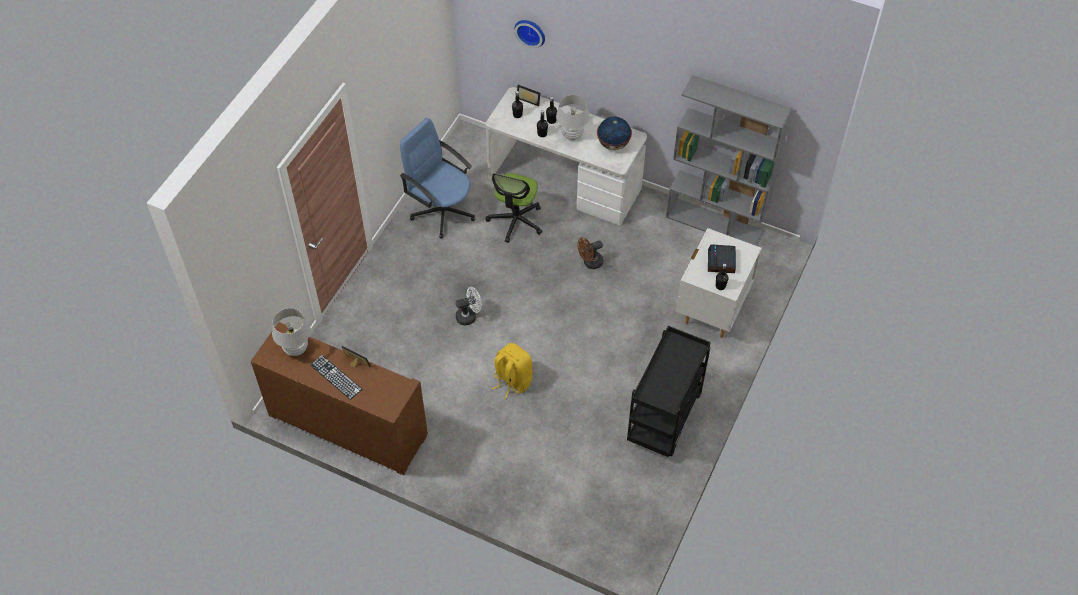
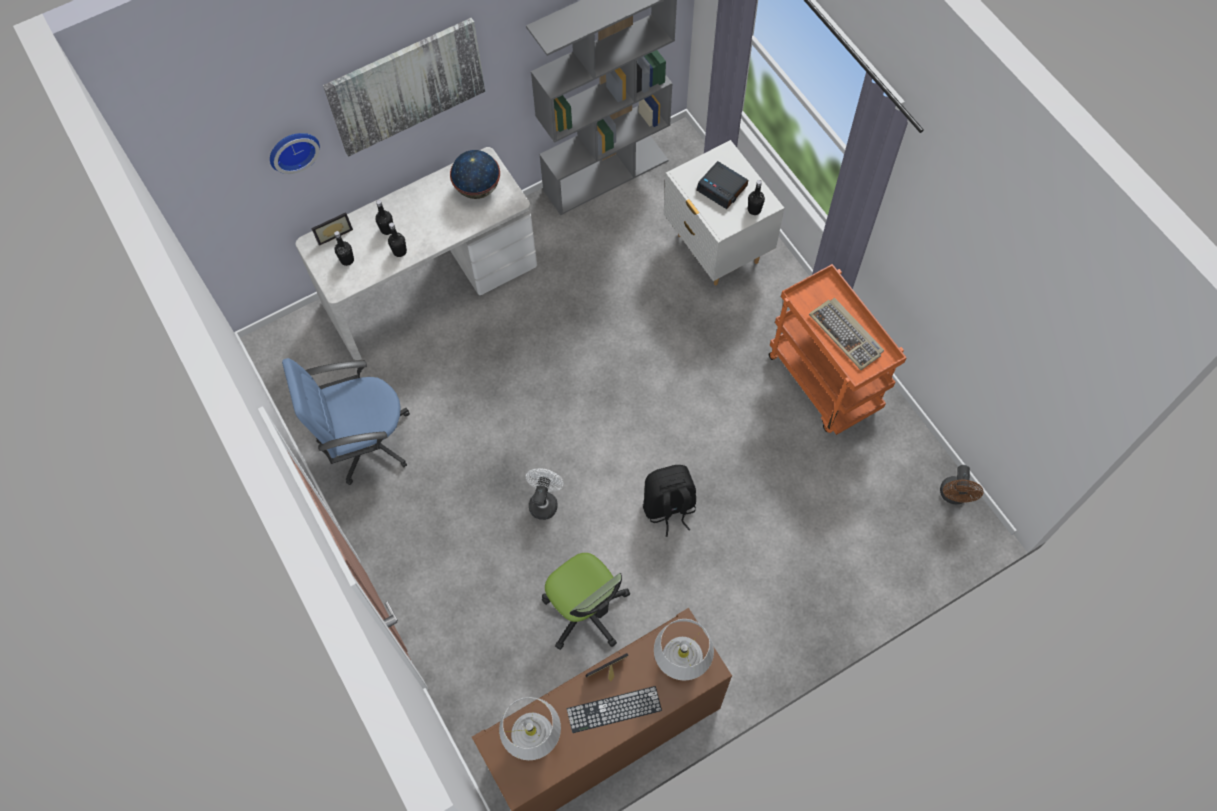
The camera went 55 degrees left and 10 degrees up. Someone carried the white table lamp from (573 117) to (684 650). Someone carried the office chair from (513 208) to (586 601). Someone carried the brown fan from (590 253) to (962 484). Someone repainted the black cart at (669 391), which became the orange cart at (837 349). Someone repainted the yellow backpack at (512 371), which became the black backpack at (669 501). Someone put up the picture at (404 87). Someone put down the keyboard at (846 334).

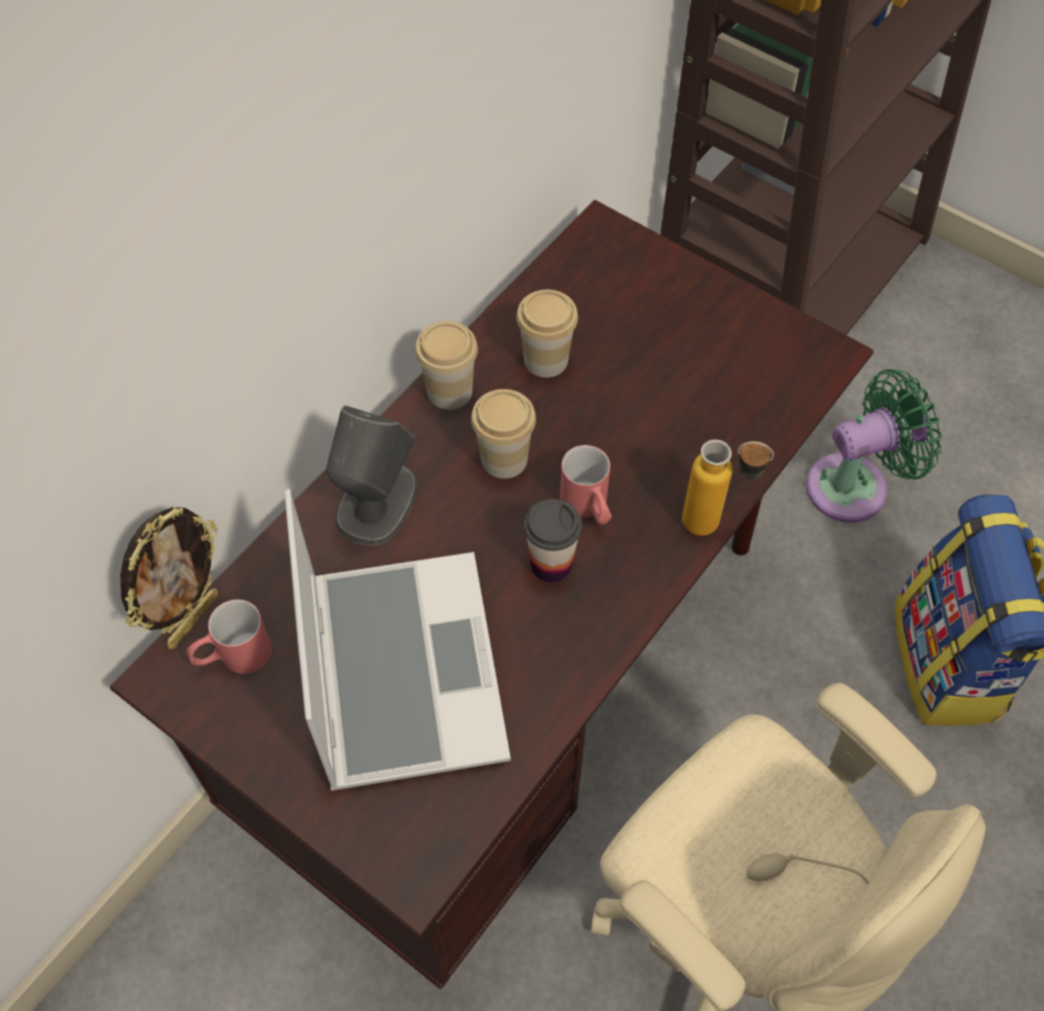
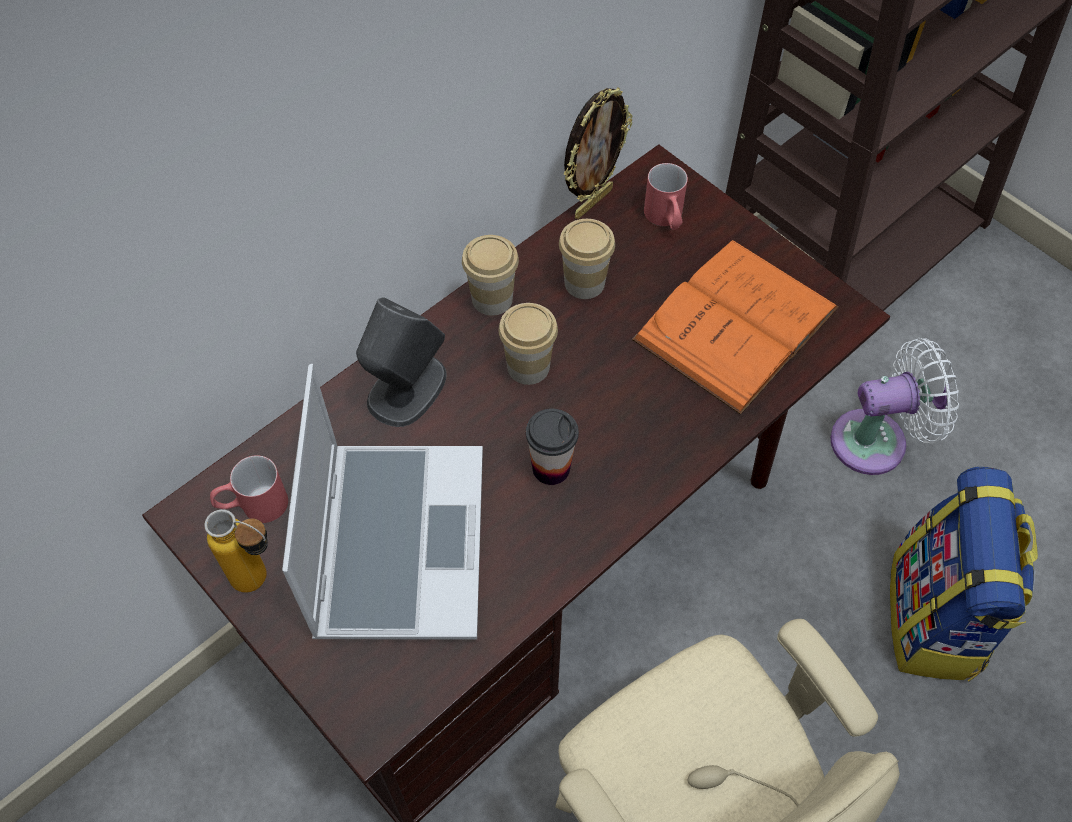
The camera went 10 degrees right and 0 degrees up. Someone repainted the green fan at (874 445), which became the white fan at (894 406). Someone carried the bottle from (728 487) to (236 551). Someone carried the red mug from (586 485) to (666 196). Someone carried the picture frame from (169 578) to (598 153). Someone put down the orange book at (735 327).

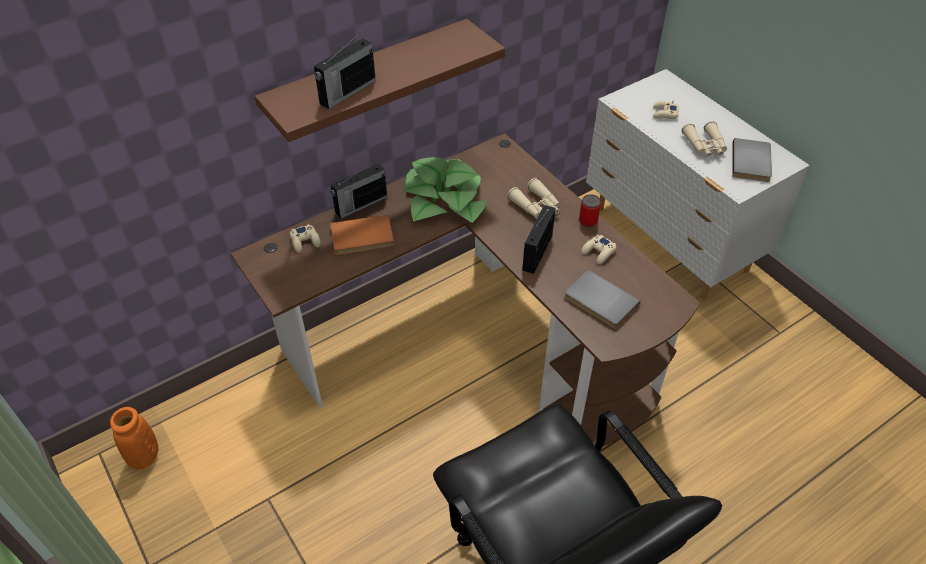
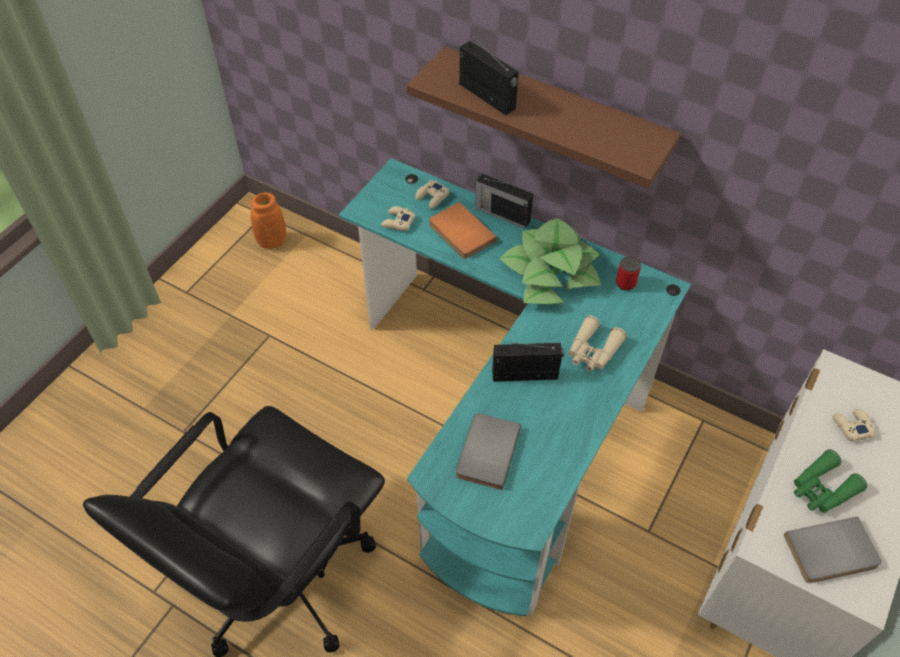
The camera went 65 degrees right and 5 degrees up. Someone rotated the radio at (345 71) by 150 degrees counterclockwise. Someone repainted the beige binoculars at (704 139), which became the green binoculars at (830 481). Someone repainted the brown desk at (465 289), which became the turquoise desk at (515 387). Someone carried the can from (590 210) to (628 273). Someone carried the beige game controller from (598 249) to (398 218).

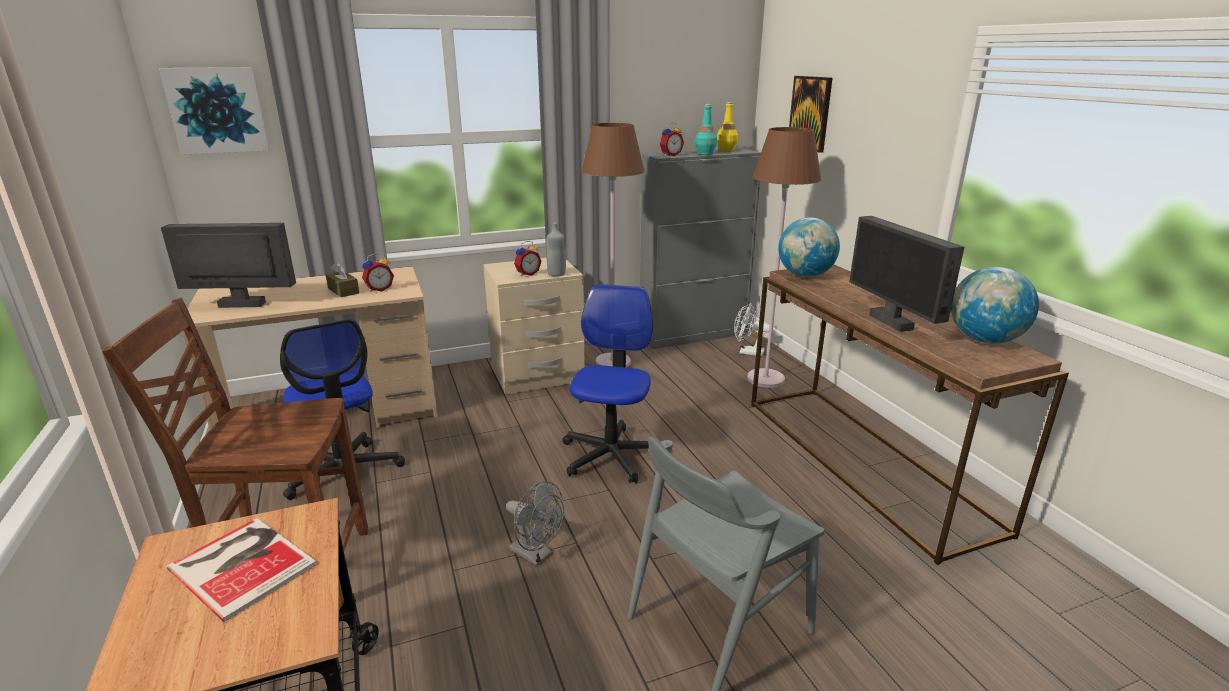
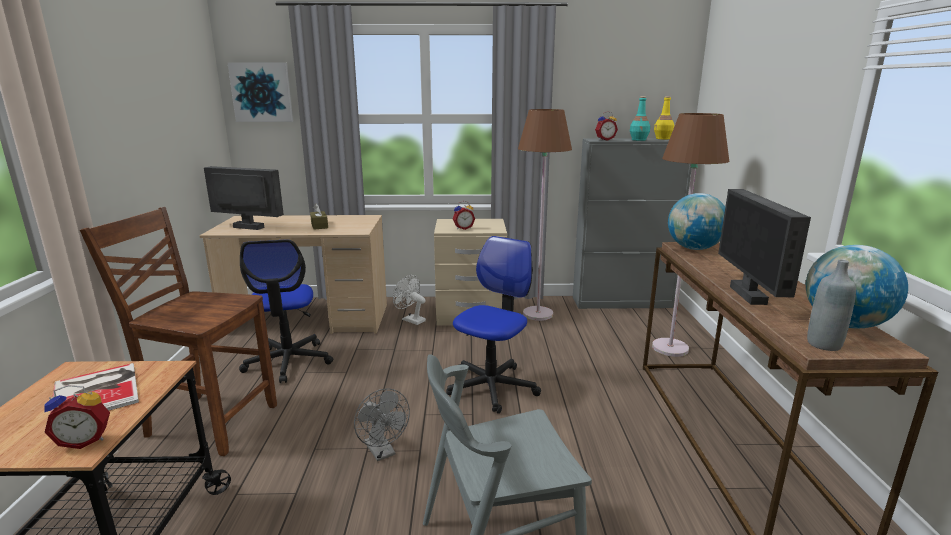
The camera went 20 degrees right and 5 degrees down. Someone took away the picture at (810 114). Someone carried the grey bottle from (556 249) to (831 305). Someone carried the alarm clock from (378 272) to (77 417). Someone carried the white fan from (751 329) to (409 300).

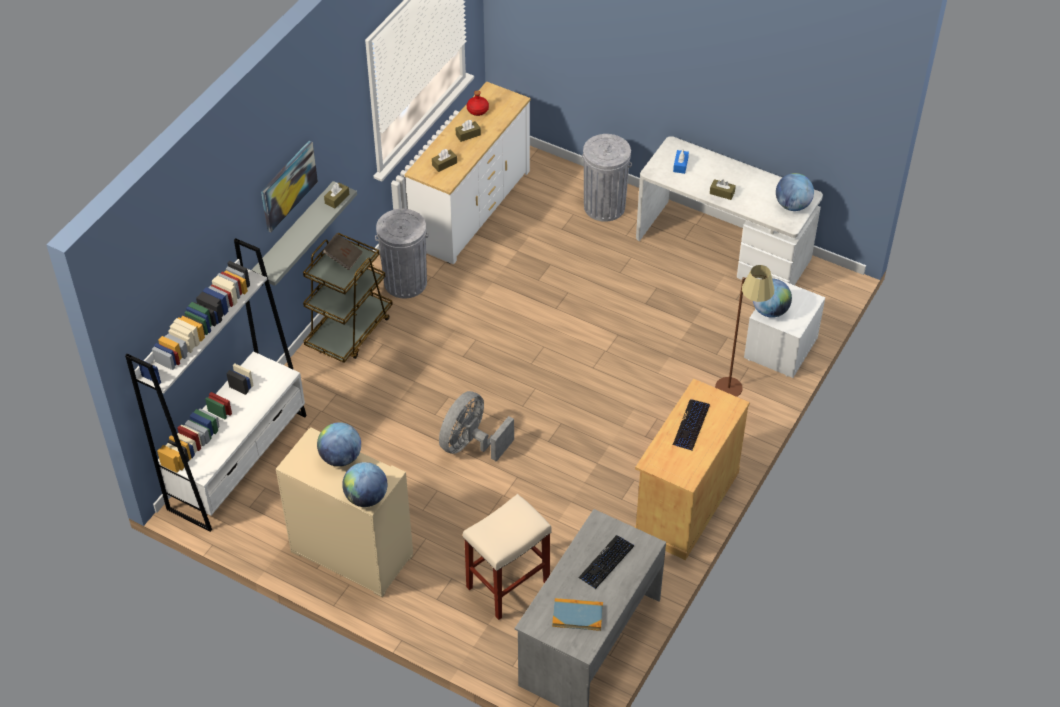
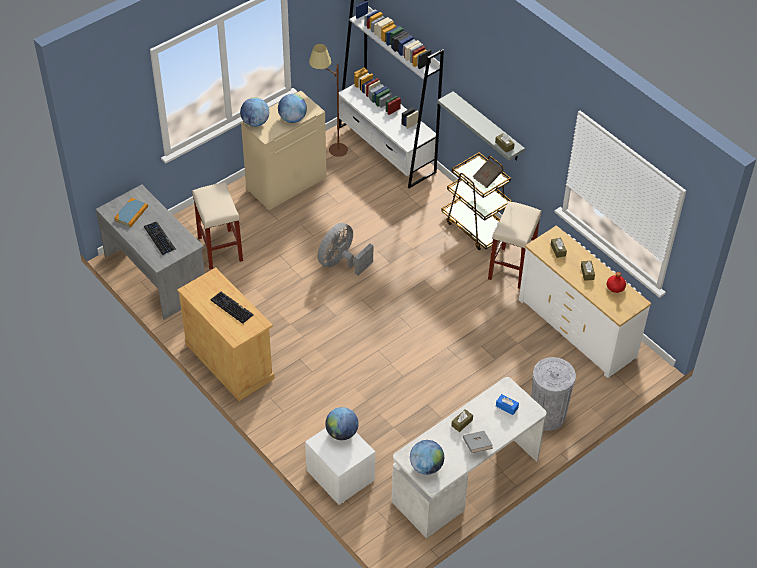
The camera went 110 degrees right and 0 degrees up. Someone took away the picture at (289 186). Someone swapped the grey trash can at (401 254) for the beige stool at (514 245). Someone carried the brown floor lamp from (744 331) to (328 100). Someone rotated the grey fan at (476 426) by 105 degrees counterclockwise. Someone put down the grey book at (478 442).

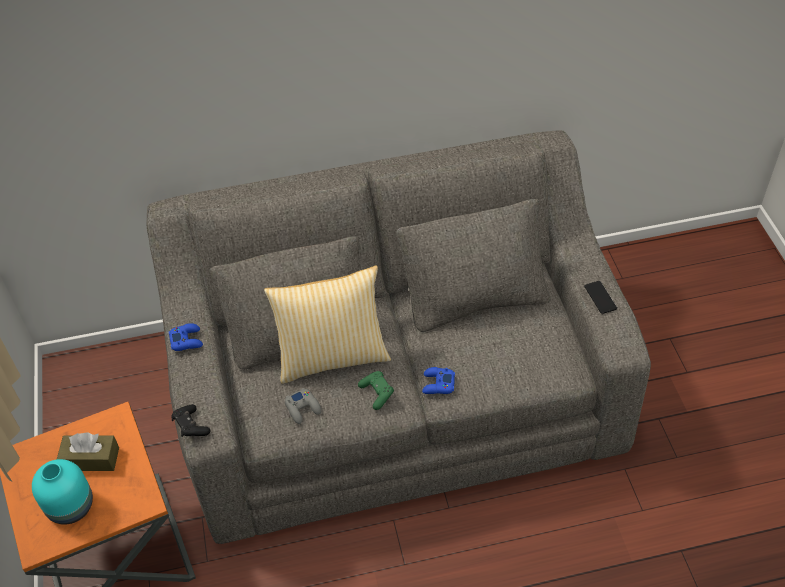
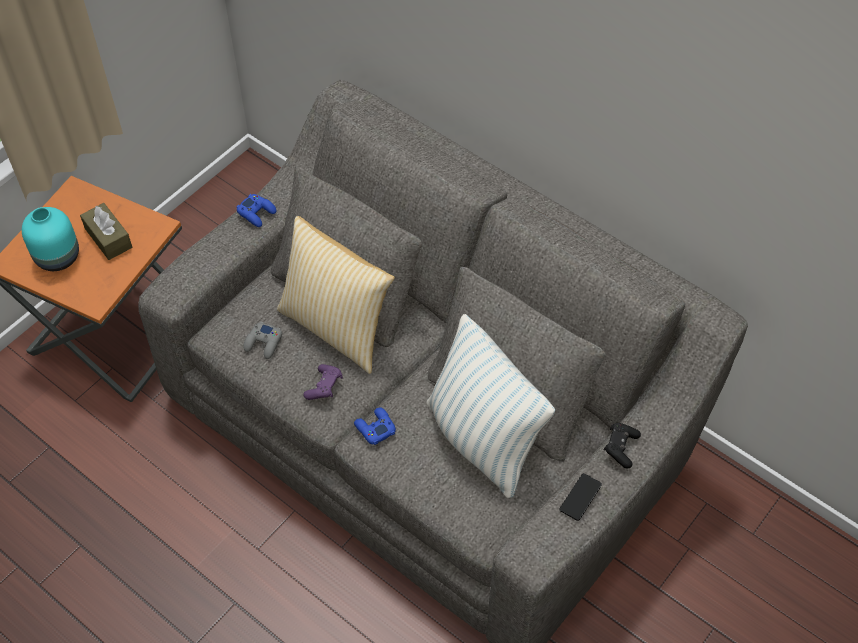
The camera went 50 degrees right and 5 degrees up. Someone repainted the green game controller at (376 390), which became the purple game controller at (323 382). Someone carried the black game controller from (191 420) to (622 445). Someone put down the pillow at (490 406).

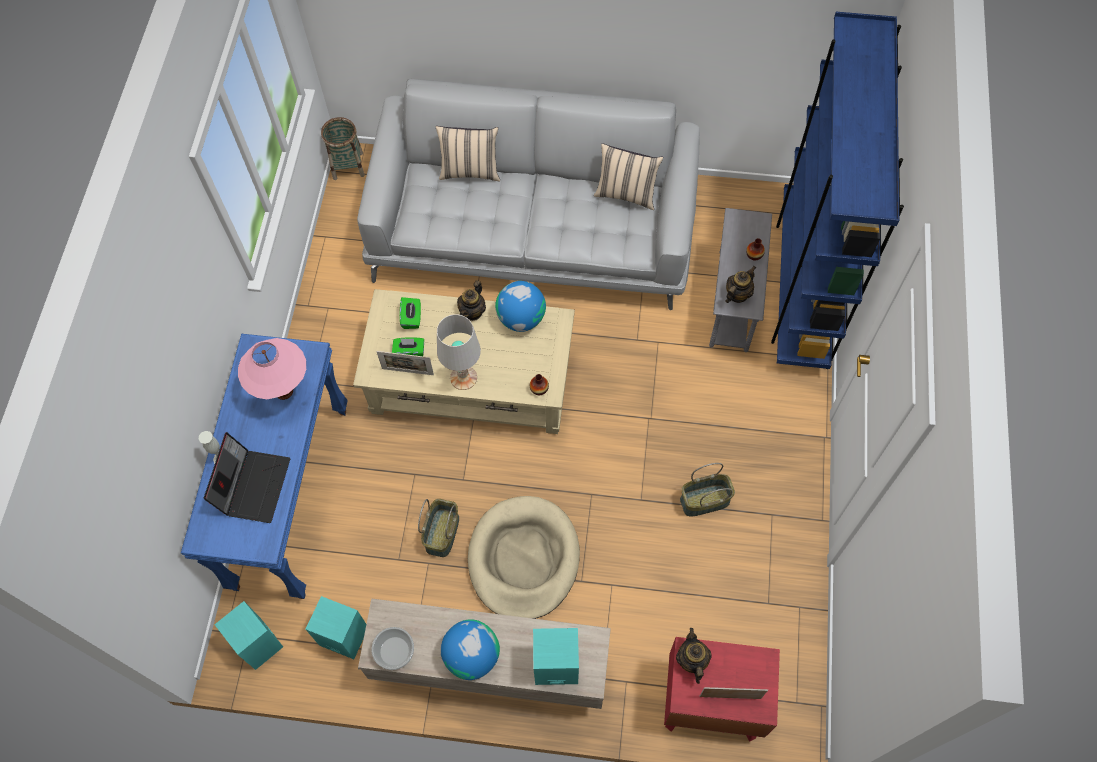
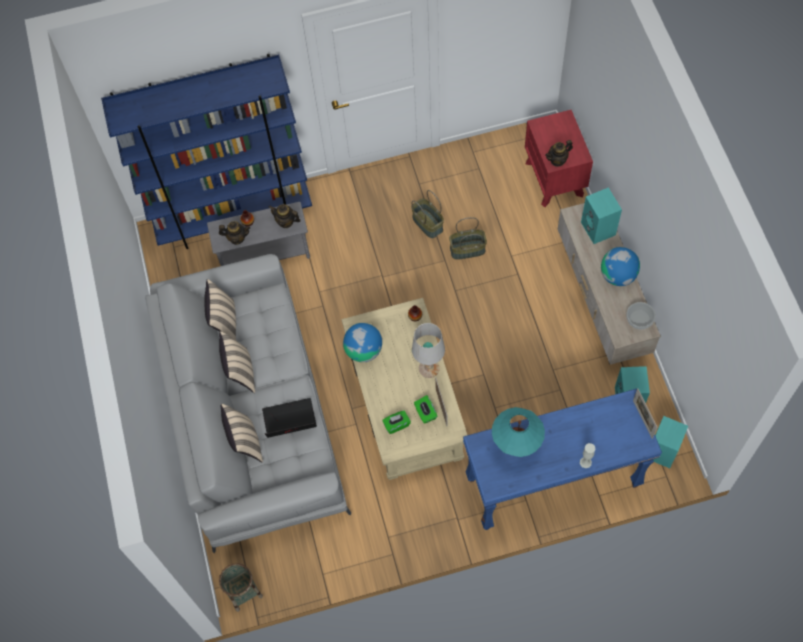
The camera went 110 degrees left and 0 degrees up. Someone carried the teapot from (471 300) to (234 233). Someone repainted the pink table lamp at (272 369), which became the turquoise table lamp at (518 432). Someone carried the laptop from (247 477) to (289 418). Someone took away the beige dog bed at (524 557). Someone carried the basket from (438 528) to (468 238). Someone carried the picture frame from (734 693) to (645 413). Someone put down the beige pillow at (237 362).

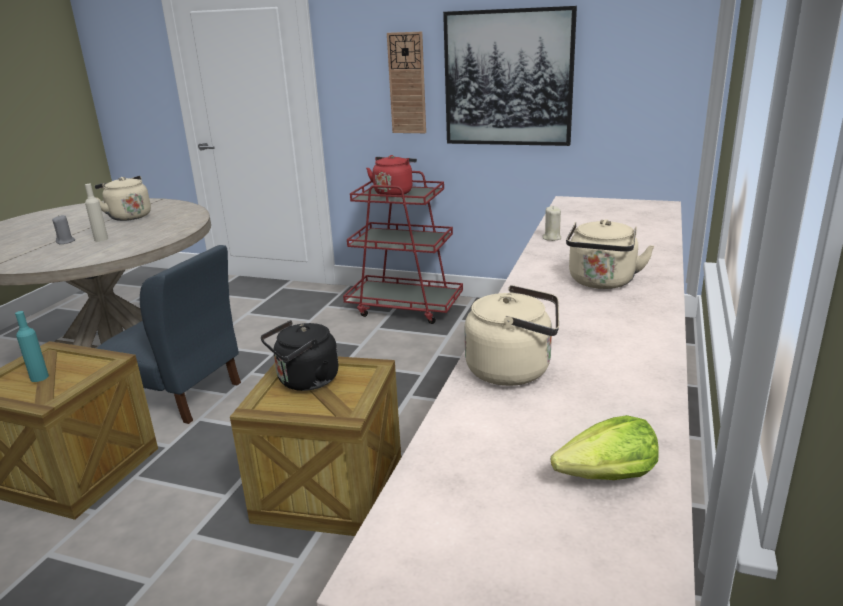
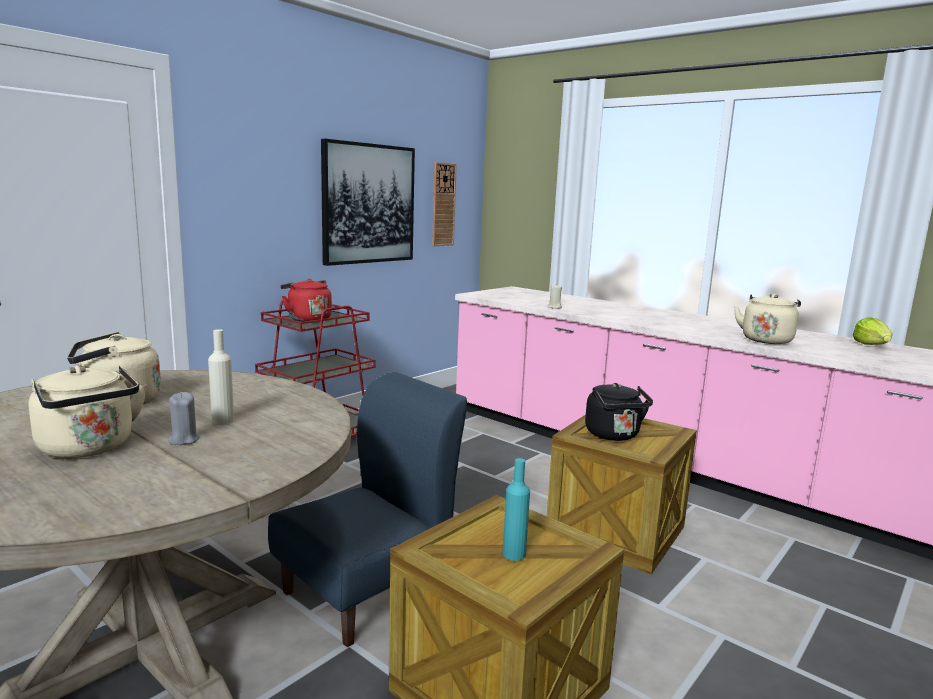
The camera went 70 degrees left and 10 degrees down. Someone carried the wall clock from (406 82) to (444 204). Someone carried the beige kettle from (610 254) to (87 412).

